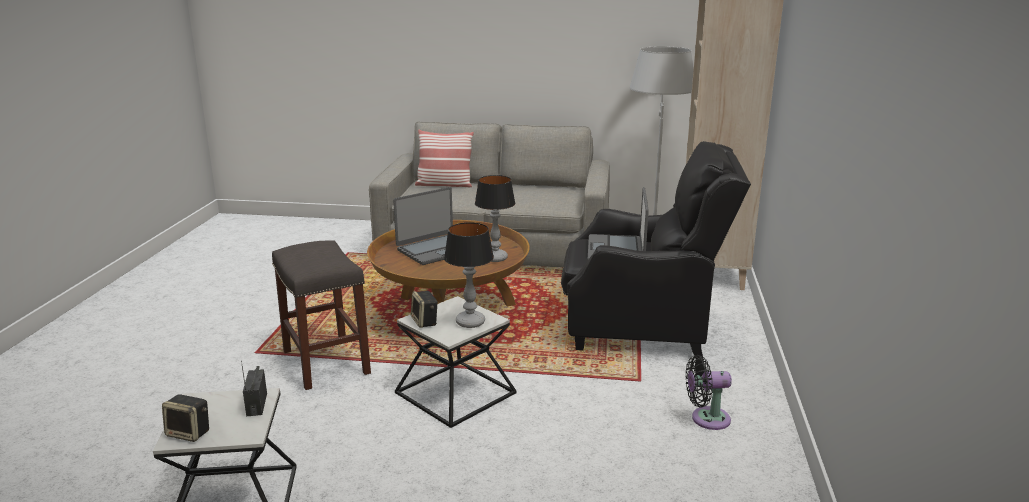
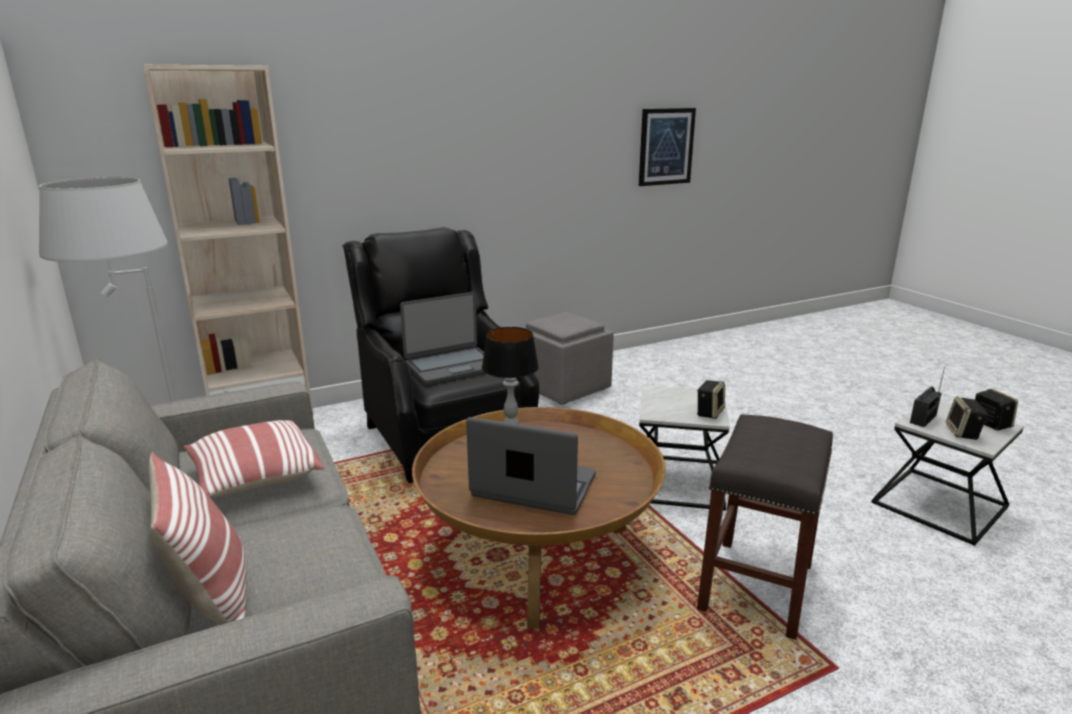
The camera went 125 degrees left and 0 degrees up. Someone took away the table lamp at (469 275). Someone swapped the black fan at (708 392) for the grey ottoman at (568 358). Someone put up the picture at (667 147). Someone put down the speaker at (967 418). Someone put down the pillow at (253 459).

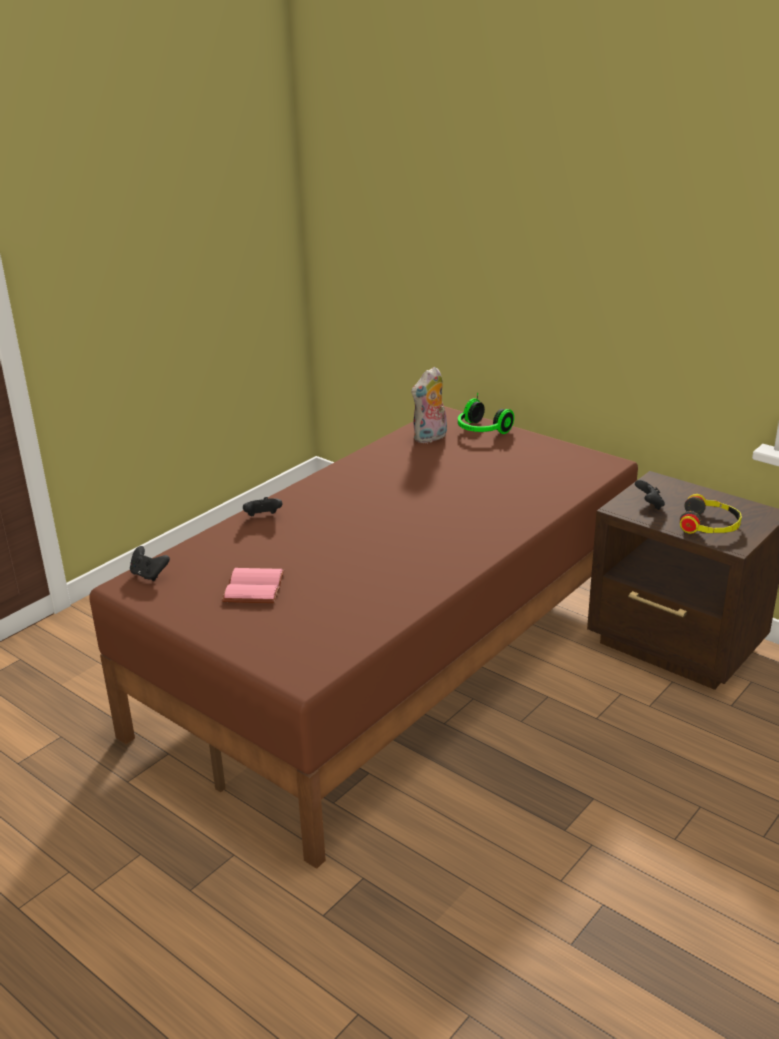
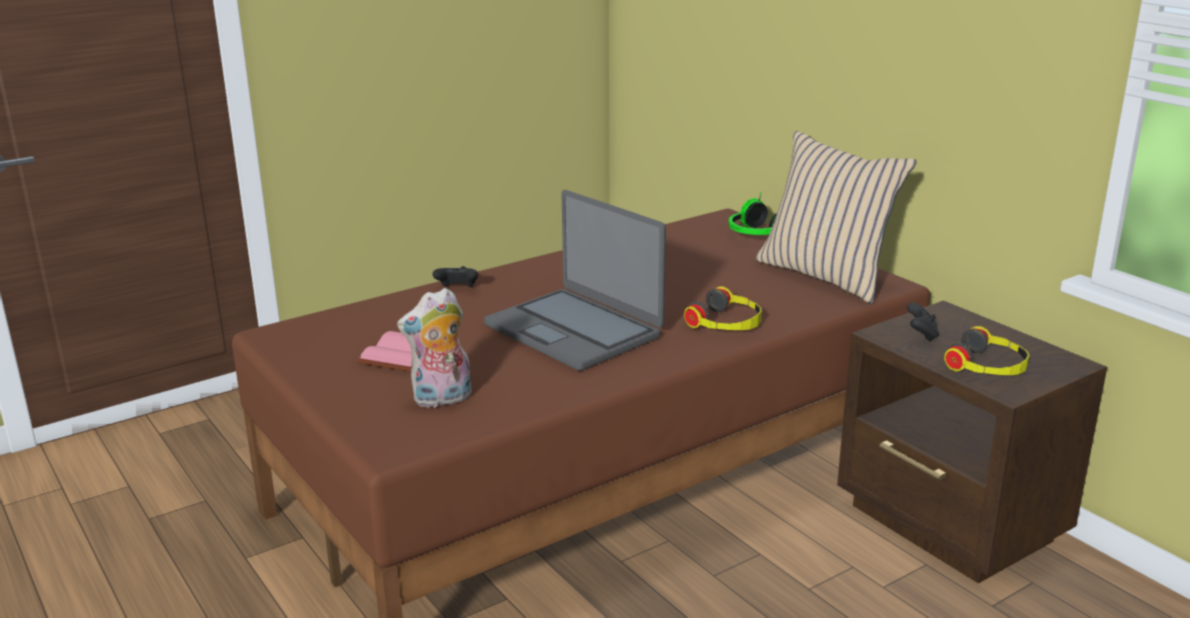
The camera went 15 degrees right and 5 degrees down. Someone carried the plush toy from (429 405) to (434 348). Someone took away the black game controller at (150 563). Someone put down the beige pillow at (836 217). Someone put down the laptop at (575 280). Someone put down the headphones at (723 308).

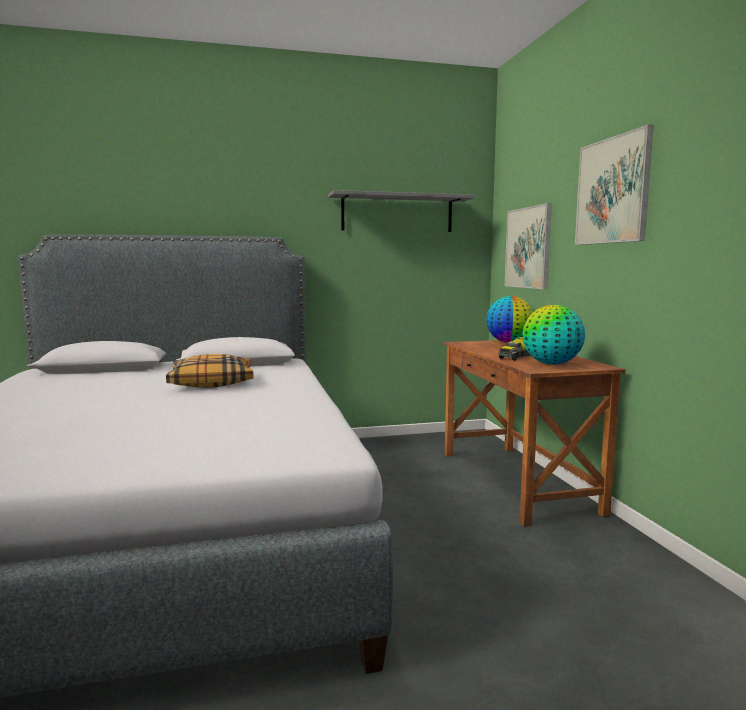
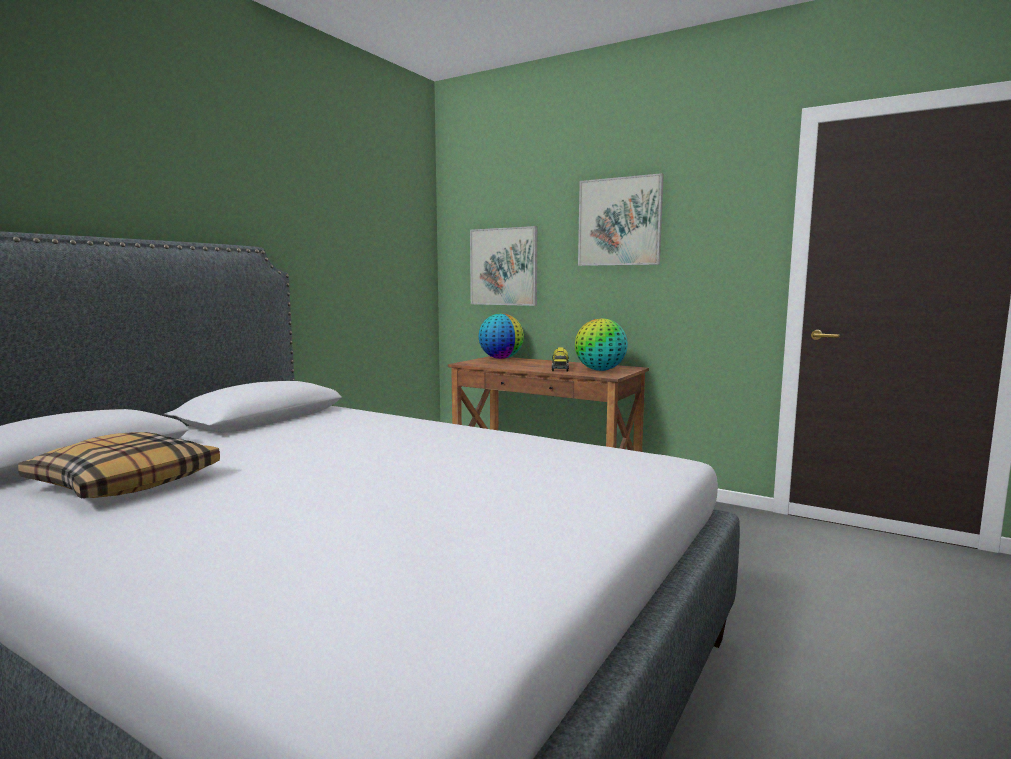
The camera went 45 degrees left and 0 degrees up. Someone took away the grey shelf at (401 211). Someone carried the pillow from (210 371) to (119 465).

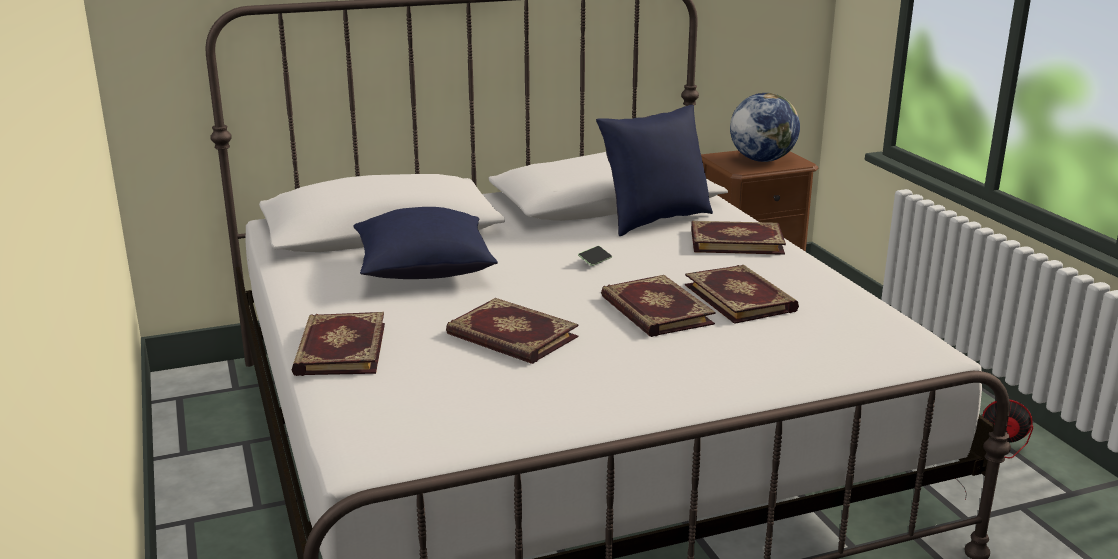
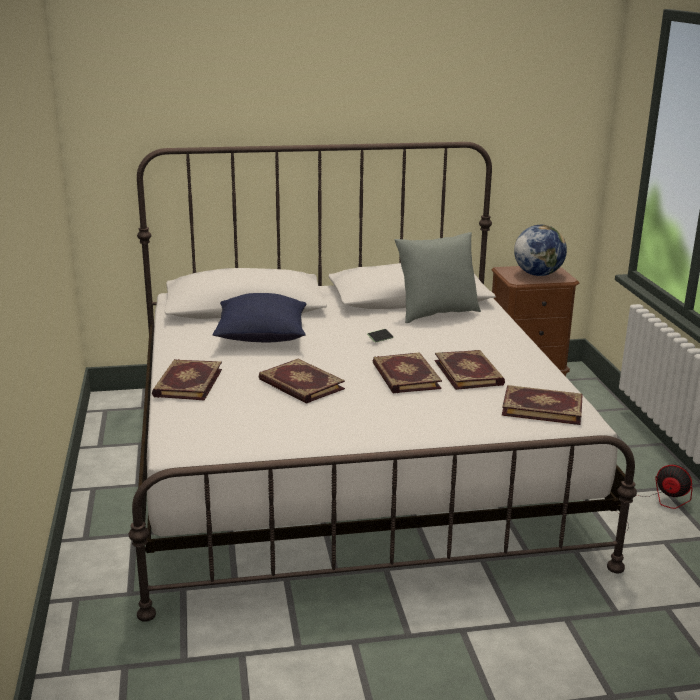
The camera went 10 degrees right and 0 degrees up. Someone repainted the blue pillow at (654 170), which became the grey pillow at (438 277). Someone carried the book from (738 238) to (542 405).

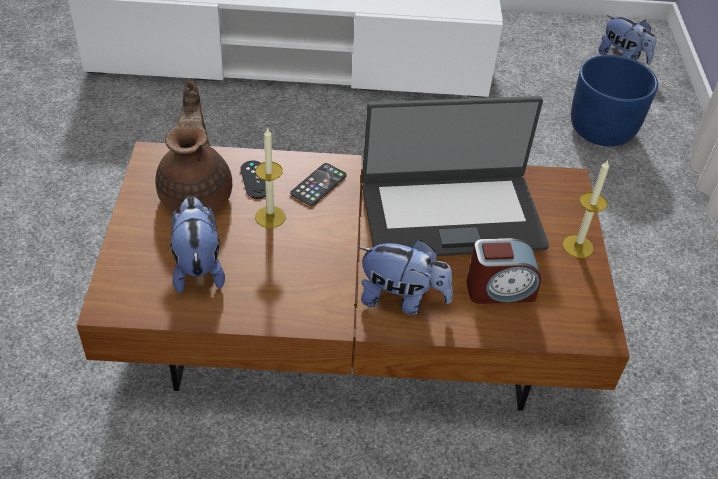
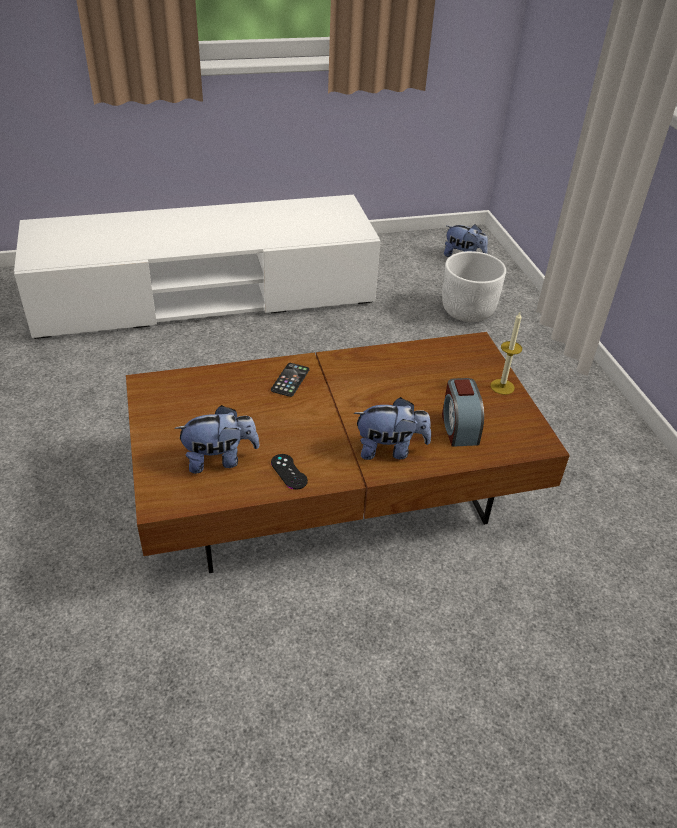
The camera went 15 degrees left and 5 degrees down. Someone repainted the blue planter at (614 100), which became the white planter at (474 286). Someone took away the brown teapot at (193 147). Someone took away the laptop at (455 176). Someone took away the candle at (270 178). Someone carried the black game controller from (253 179) to (289 472). Someone rotated the plush toy at (197 244) by 105 degrees clockwise. Someone rotated the alarm clock at (503 271) by 105 degrees clockwise.

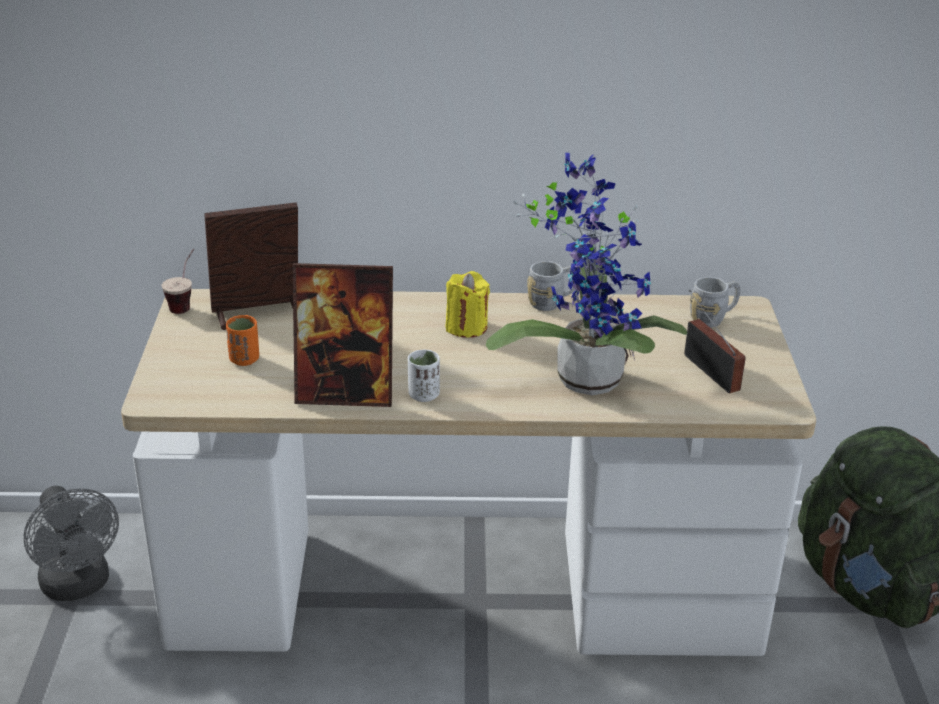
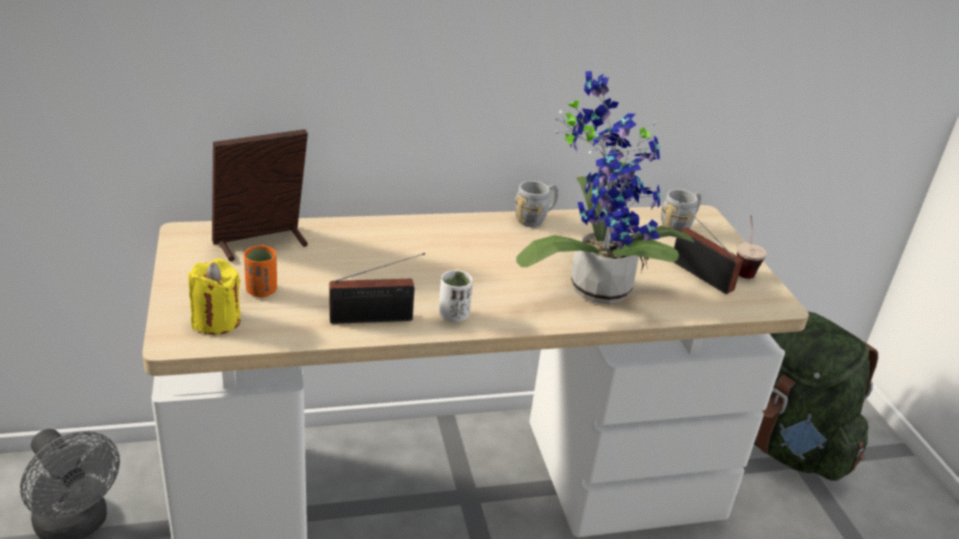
The camera went 15 degrees left and 0 degrees up. Someone carried the cup from (177 281) to (752 247). Someone swapped the picture frame at (343 335) for the radio at (377 288). Someone carried the yellow candle from (467 304) to (214 296).

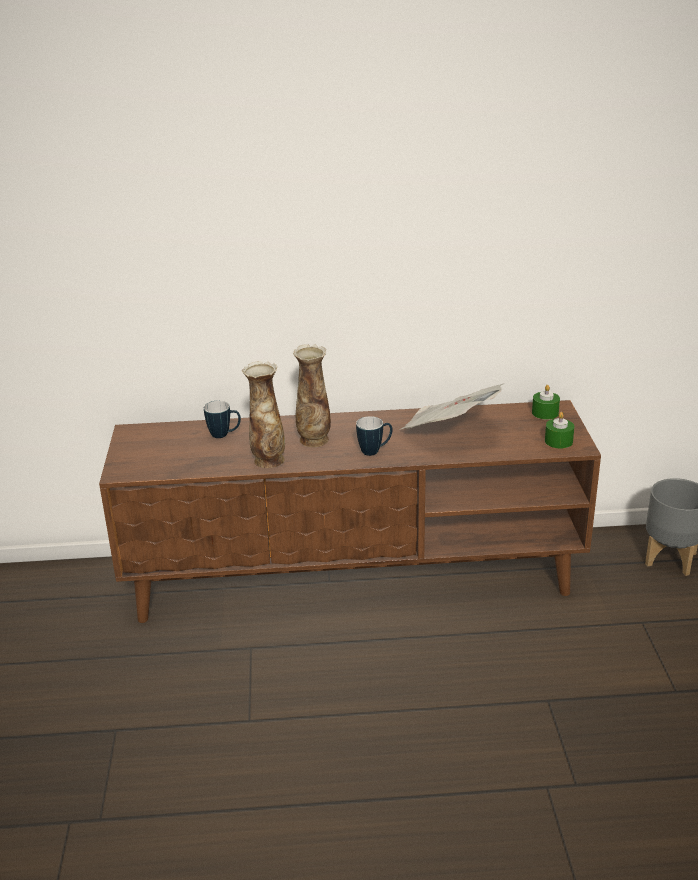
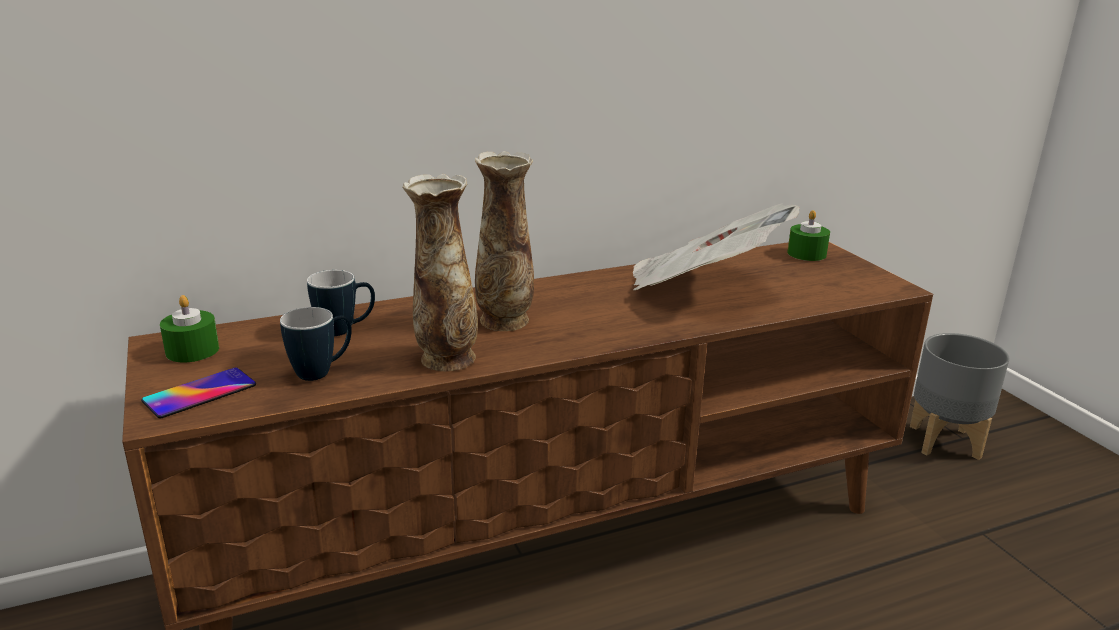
The camera went 20 degrees left and 5 degrees down. Someone carried the green candle from (559 430) to (189 329). Someone carried the mug from (374 436) to (316 344). Someone put down the phone at (198 393).

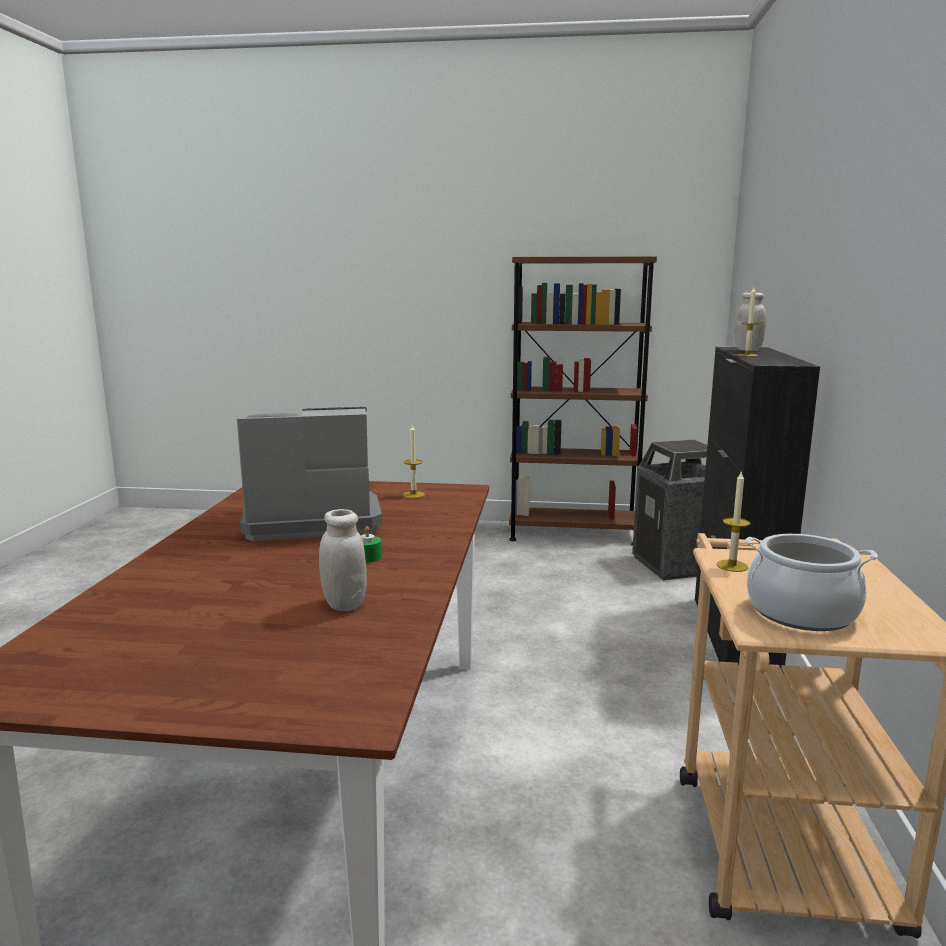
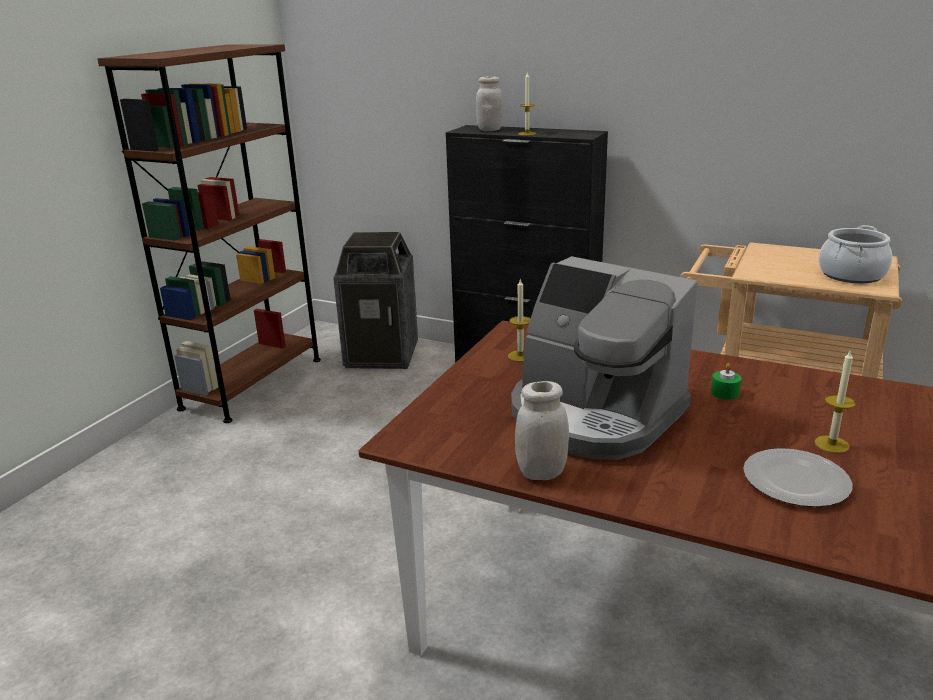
The camera went 70 degrees left and 10 degrees up. Someone rotated the coffee machine at (309 474) by 60 degrees counterclockwise. Someone carried the candle from (733 522) to (835 401). Someone carried the white jar from (343 560) to (542 430). Someone put down the plate at (797 477).

